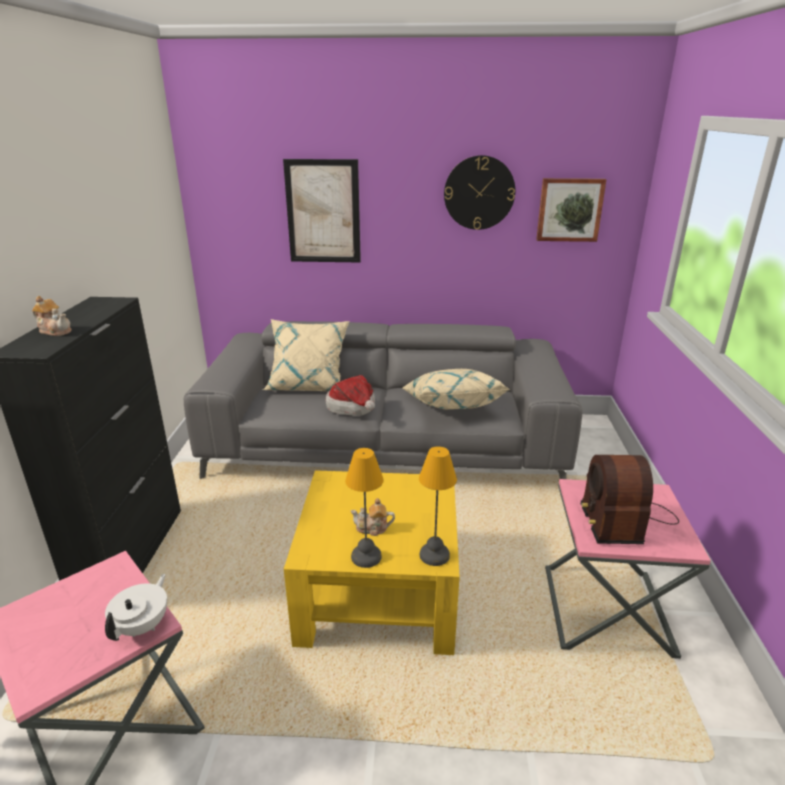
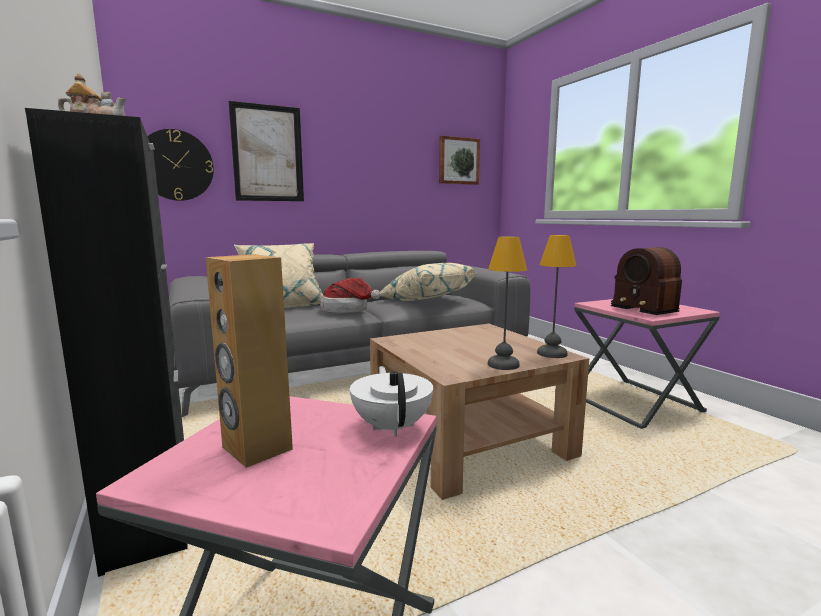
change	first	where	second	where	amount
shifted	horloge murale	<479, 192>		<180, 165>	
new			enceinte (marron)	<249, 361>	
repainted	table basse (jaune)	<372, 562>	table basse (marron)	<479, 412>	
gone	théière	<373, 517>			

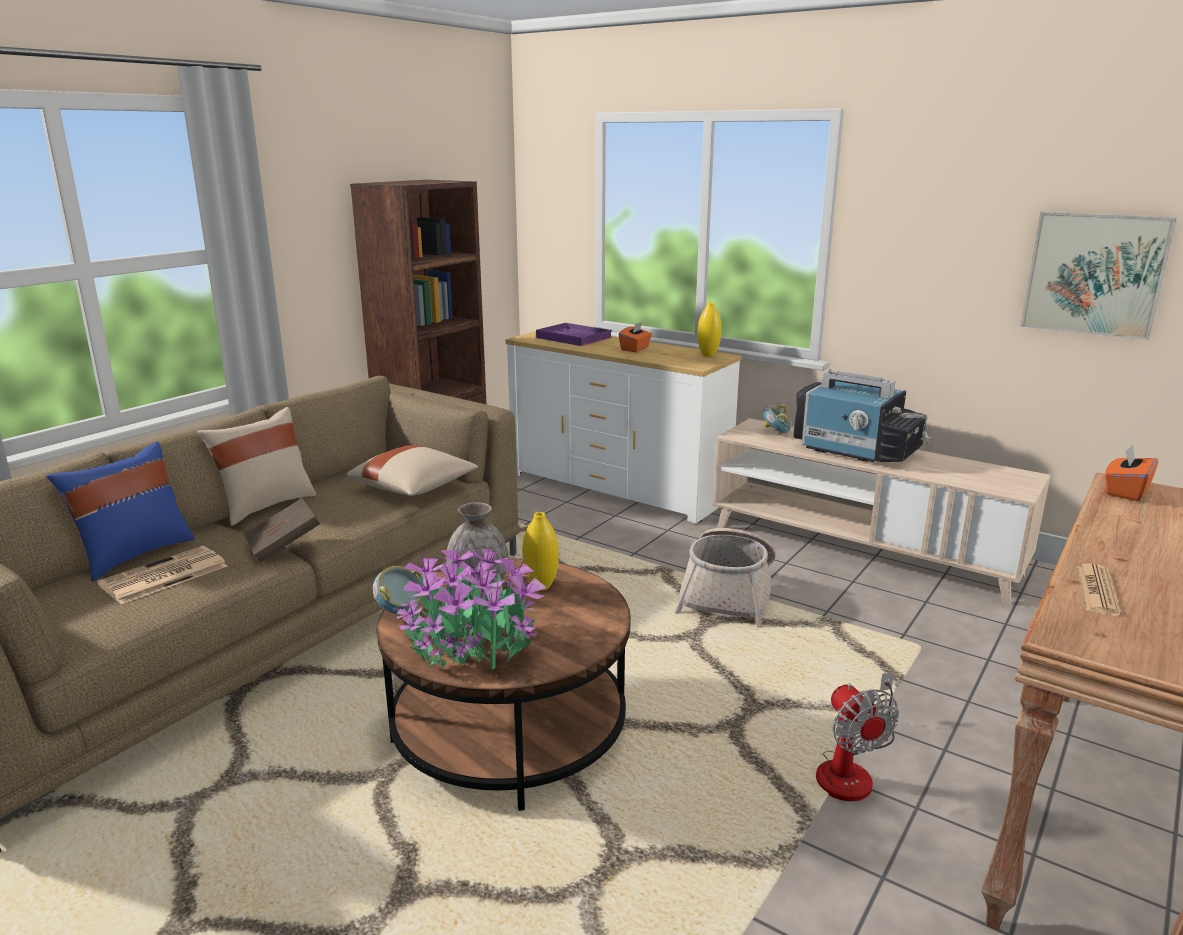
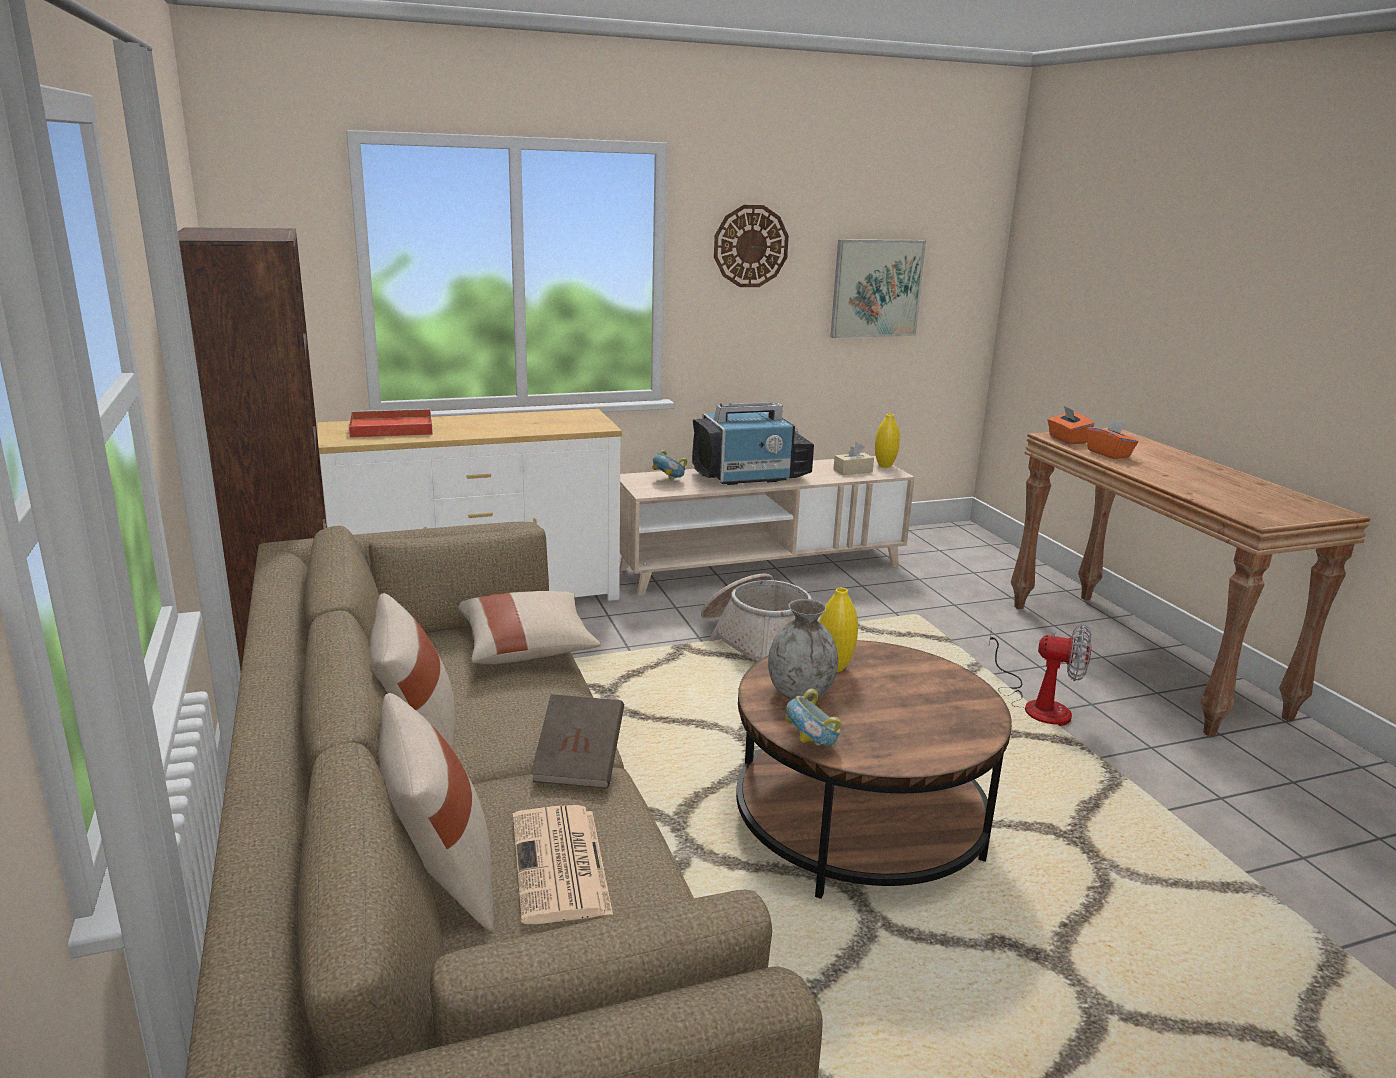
change	first	where	second	where	amount
repainted	plateau (violet)	<574, 334>	plateau (rouge)	<391, 423>	
repainted	coussin (bleu)	<120, 511>	coussin (beige)	<436, 812>	
new			horloge murale	<751, 246>	
new			boîte à mouchoirs (beige)	<853, 458>	
shifted	vase (jaune)	<709, 329>		<887, 441>	
shifted	boîte à mouchoirs (orange)	<635, 337>		<1112, 439>	
gone	plante en pot	<471, 606>			
gone	journal	<1099, 589>			

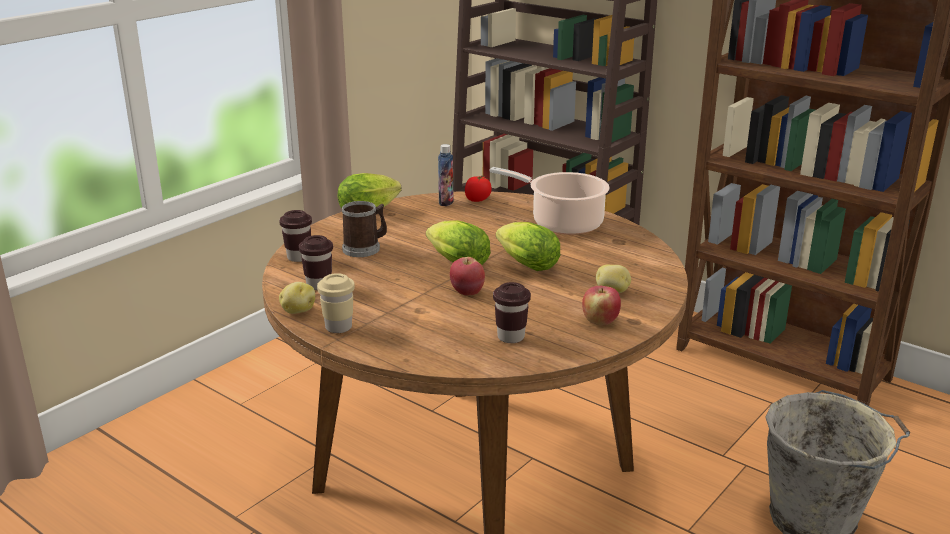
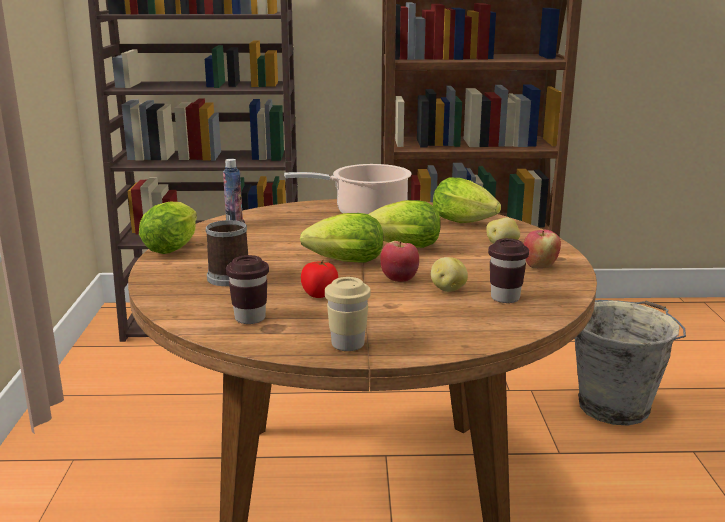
change	first	where	second	where	amount
shifted	tomate	<478, 189>		<319, 278>	
shifted	pomme de terre	<297, 298>		<449, 274>	
new			laitue	<467, 200>	
gone	tasse (marron)	<295, 236>			

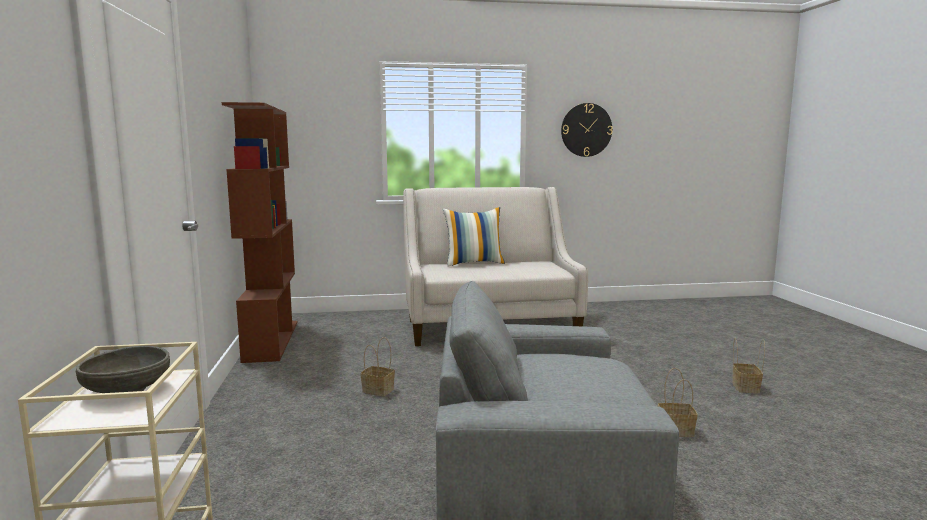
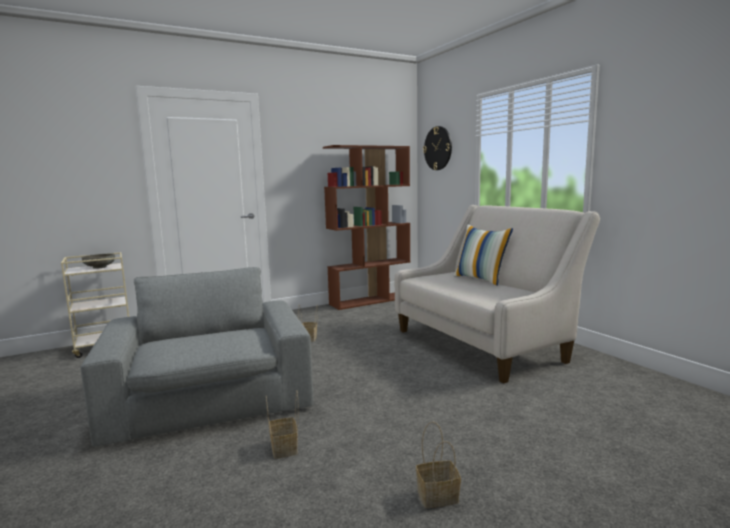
change	first	where	second	where	amount
shifted	horloge murale	<587, 130>		<437, 148>	

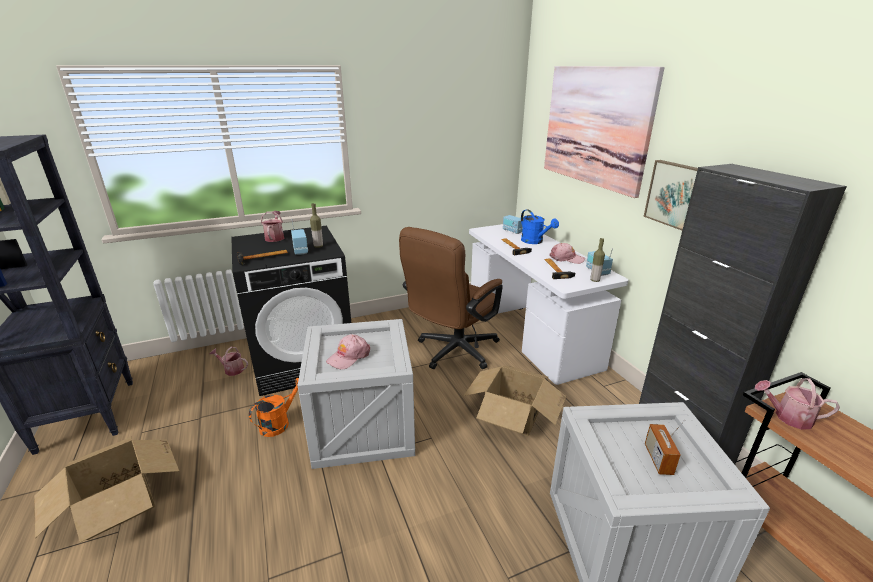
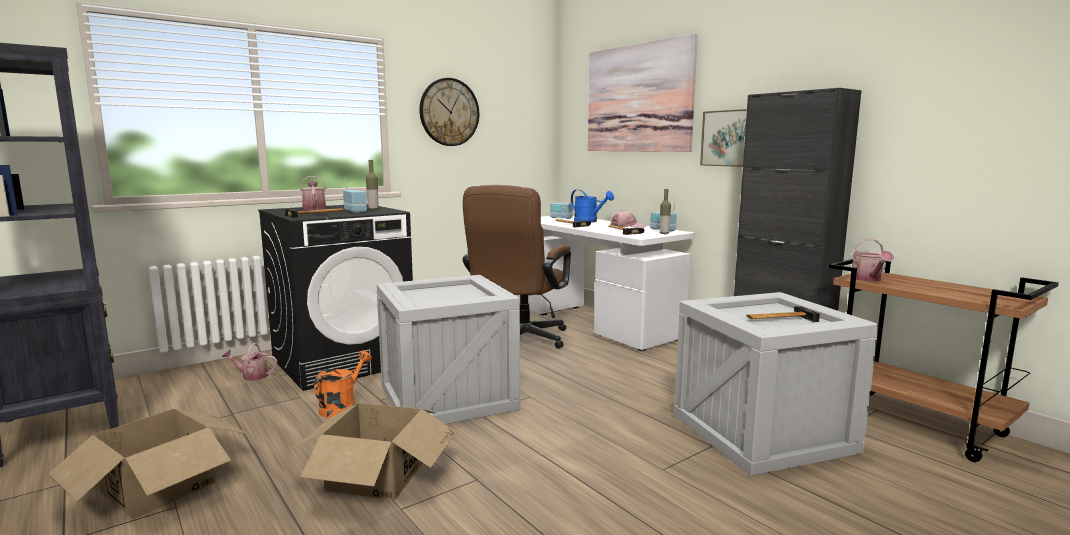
change	first	where	second	where	amount
shifted	carton	<514, 401>		<372, 451>	
new			horloge murale	<449, 112>	
swapped	radio	<665, 447>	marteau	<783, 314>	
rotated	arrosoir	<797, 403>		<872, 260>	90 degrees counterclockwise
gone	casquette (rose)	<348, 351>			

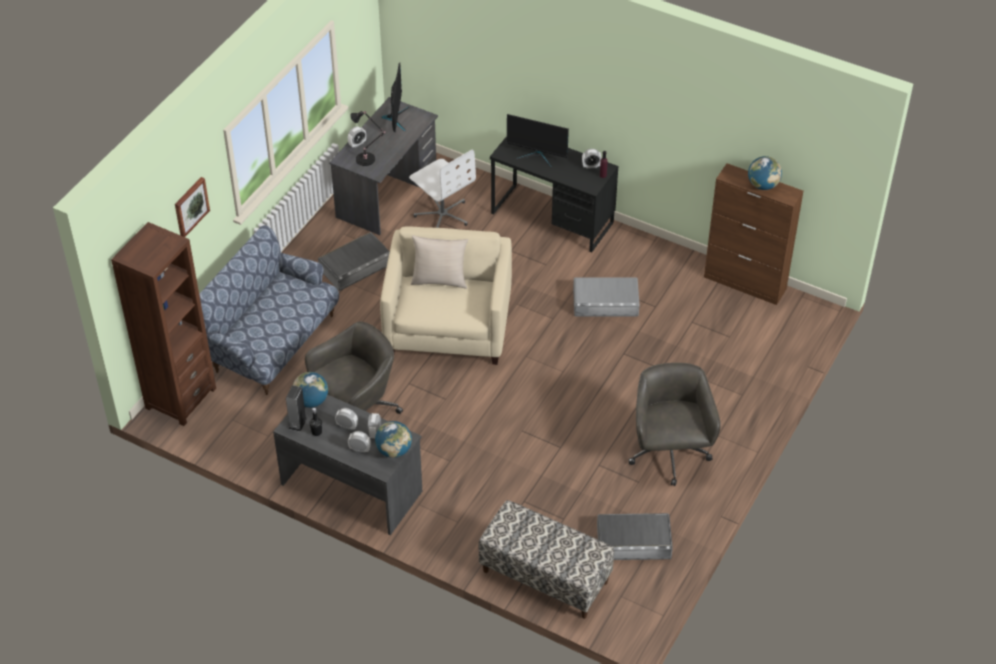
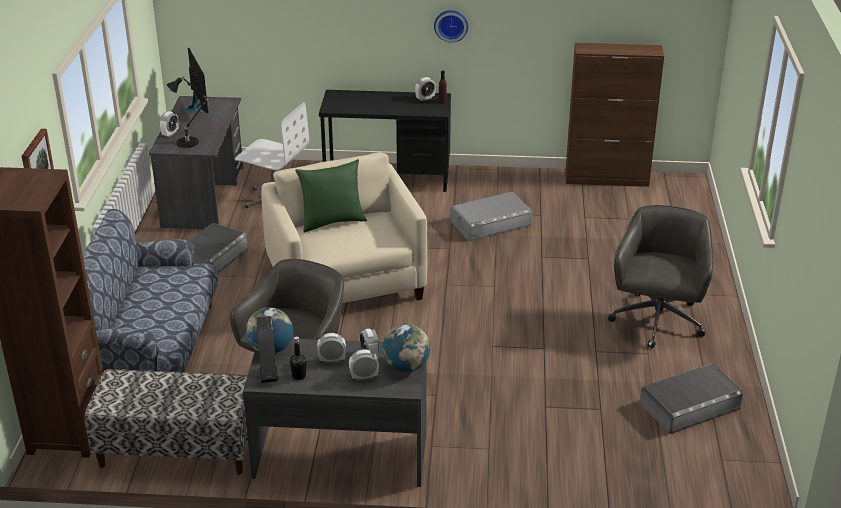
change	first	where	second	where	amount
shifted	banc	<546, 559>		<166, 422>	
repainted	coussin (beige)	<439, 262>	coussin (vert)	<331, 196>	
new			horloge murale	<451, 26>	
rotated	chaise de bureau (gris)	<675, 424>		<661, 276>	45 degrees clockwise
gone	écran d'ordinateur	<538, 141>			
gone	globe	<765, 173>			

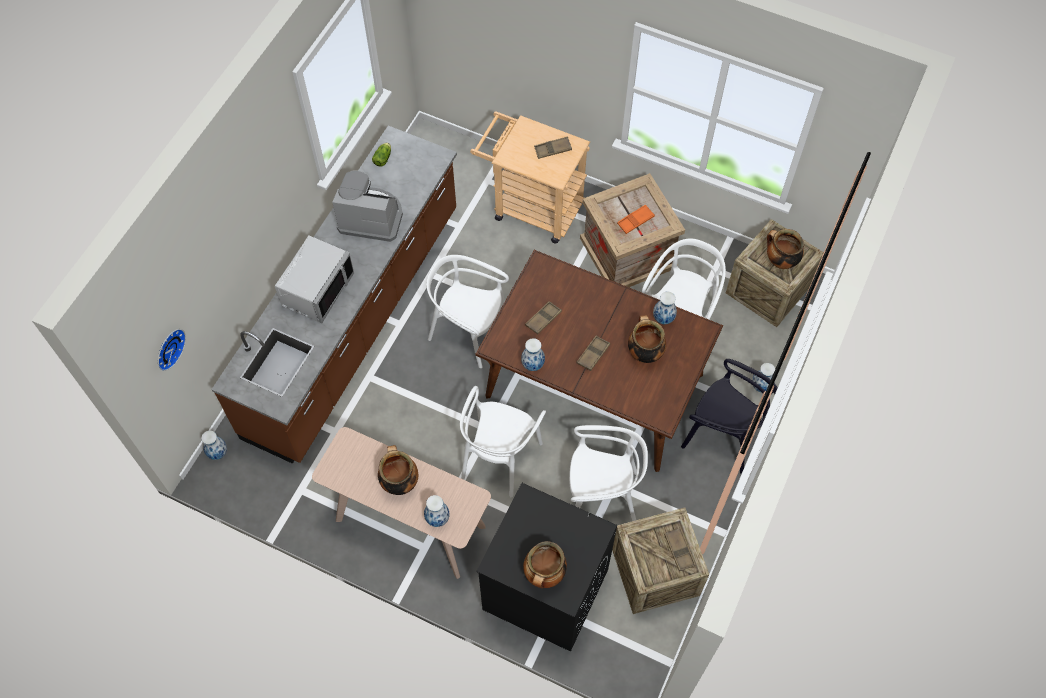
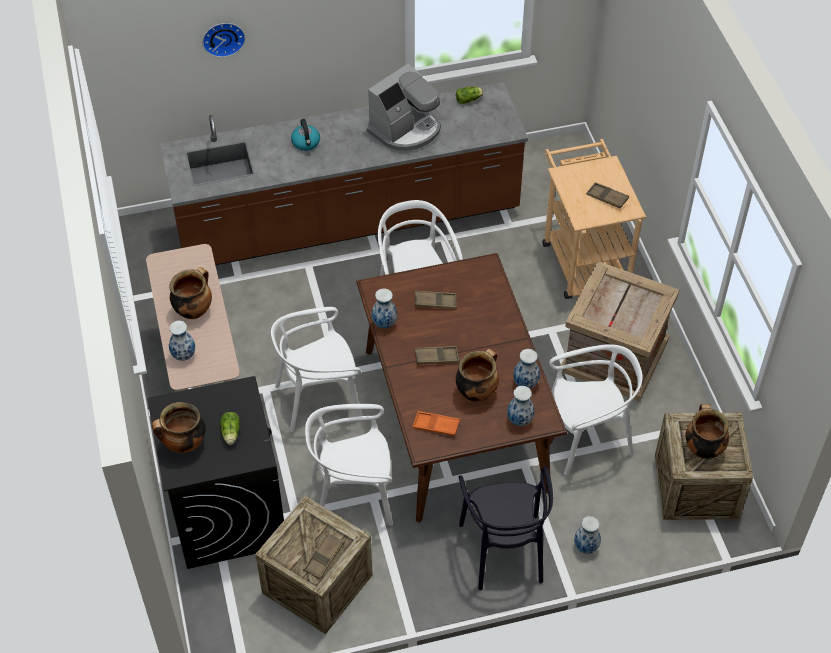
change	first	where	second	where	amount
shifted	horloge murale	<172, 350>		<224, 40>	
new			laitue	<230, 428>	
swapped	micro-ondes (gris)	<314, 279>	bouilloire	<305, 135>	
rotated	chaise (blanc)	<608, 473>		<349, 465>	120 degrees clockwise
rotated	machine à café	<367, 206>		<404, 107>	75 degrees clockwise
shifted	plateau (orange)	<636, 219>		<436, 423>	
shifted	vase	<214, 445>		<520, 406>	

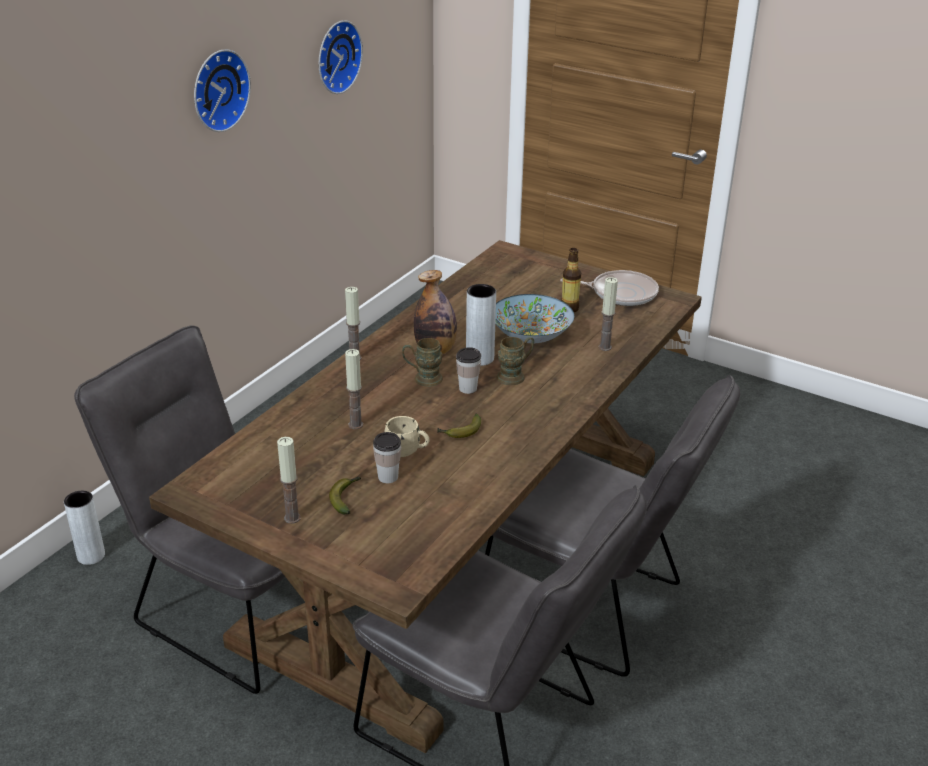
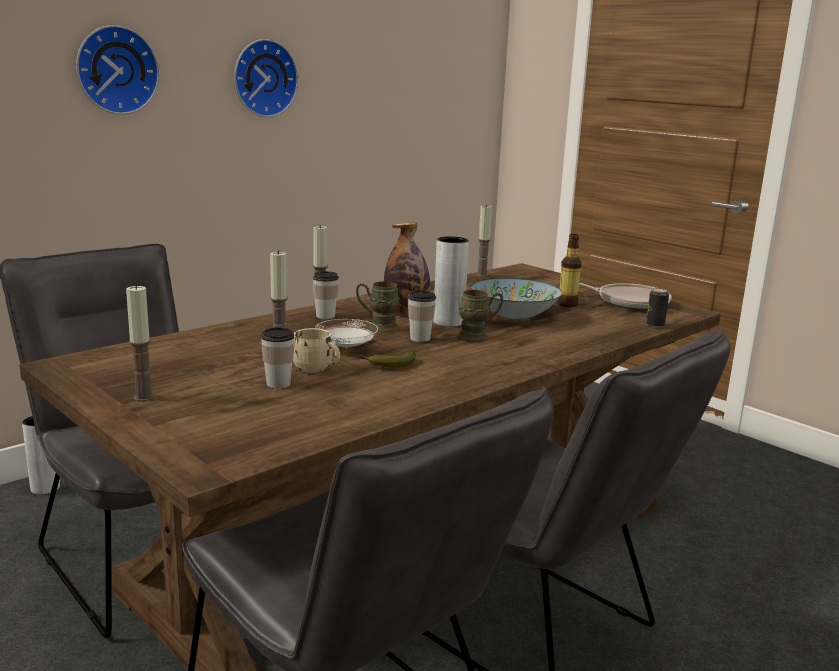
change	first	where	second	where	amount
shifted	horloge murale	<341, 57>		<117, 70>	
new			tasse	<326, 295>	
new			assiette (blanc)	<346, 333>	
shifted	bougie	<608, 314>		<484, 240>	
new			boîte métallique	<657, 308>	
gone	banane	<345, 496>			

